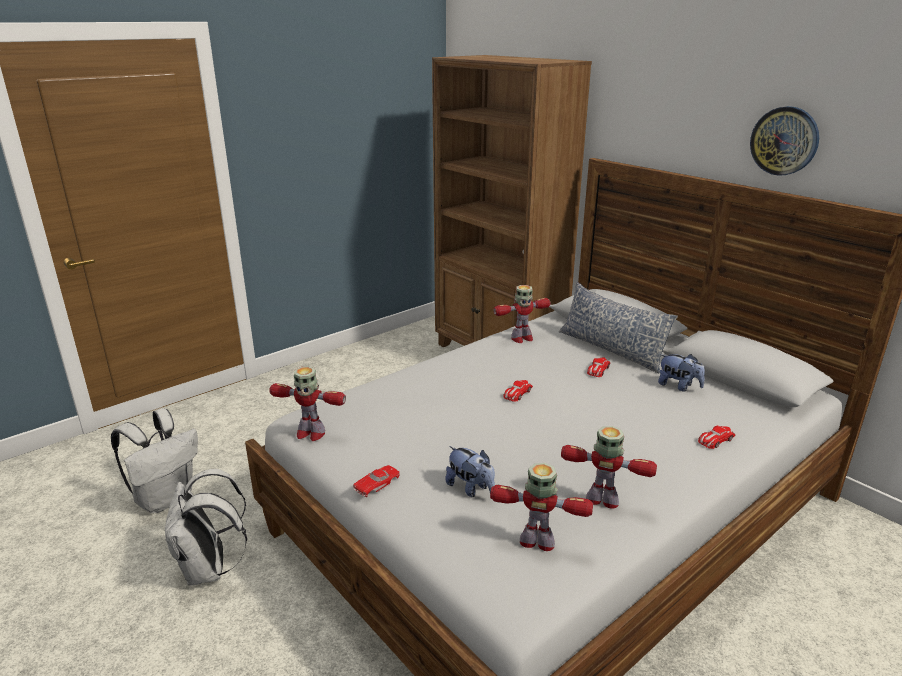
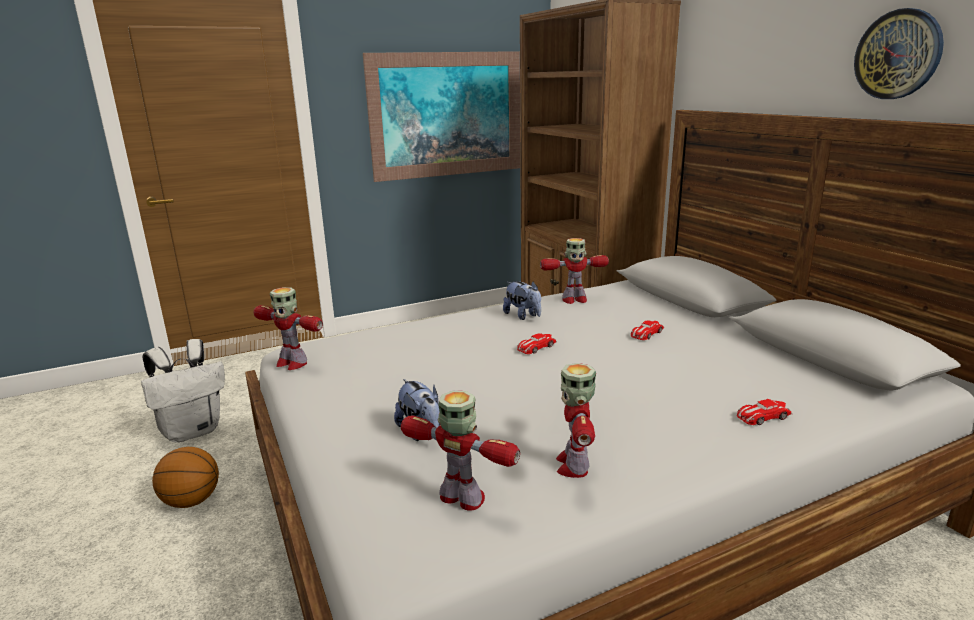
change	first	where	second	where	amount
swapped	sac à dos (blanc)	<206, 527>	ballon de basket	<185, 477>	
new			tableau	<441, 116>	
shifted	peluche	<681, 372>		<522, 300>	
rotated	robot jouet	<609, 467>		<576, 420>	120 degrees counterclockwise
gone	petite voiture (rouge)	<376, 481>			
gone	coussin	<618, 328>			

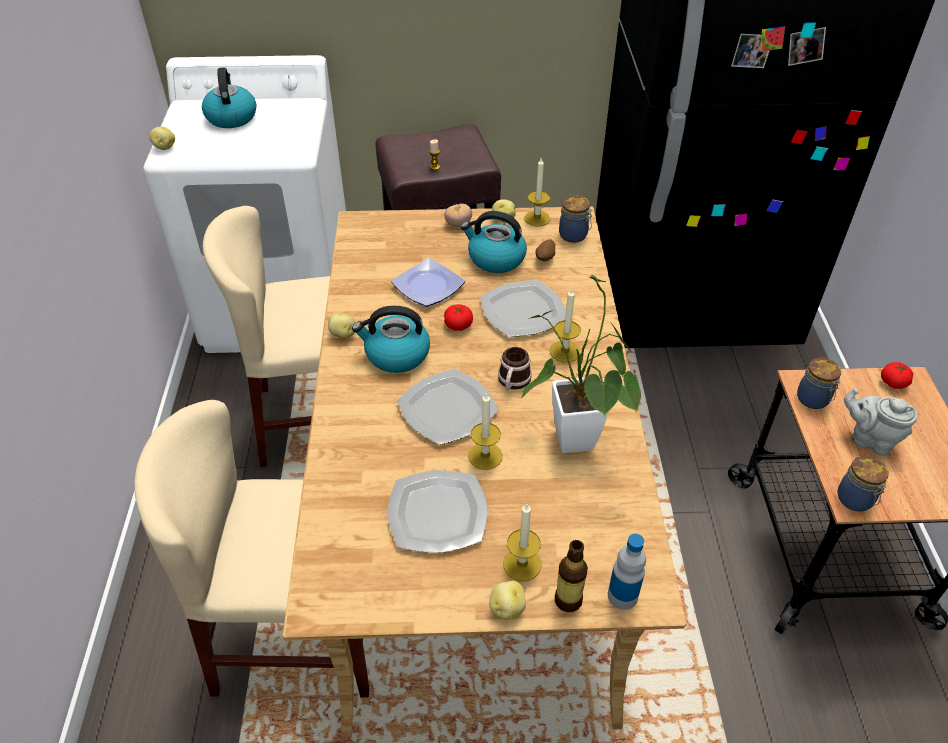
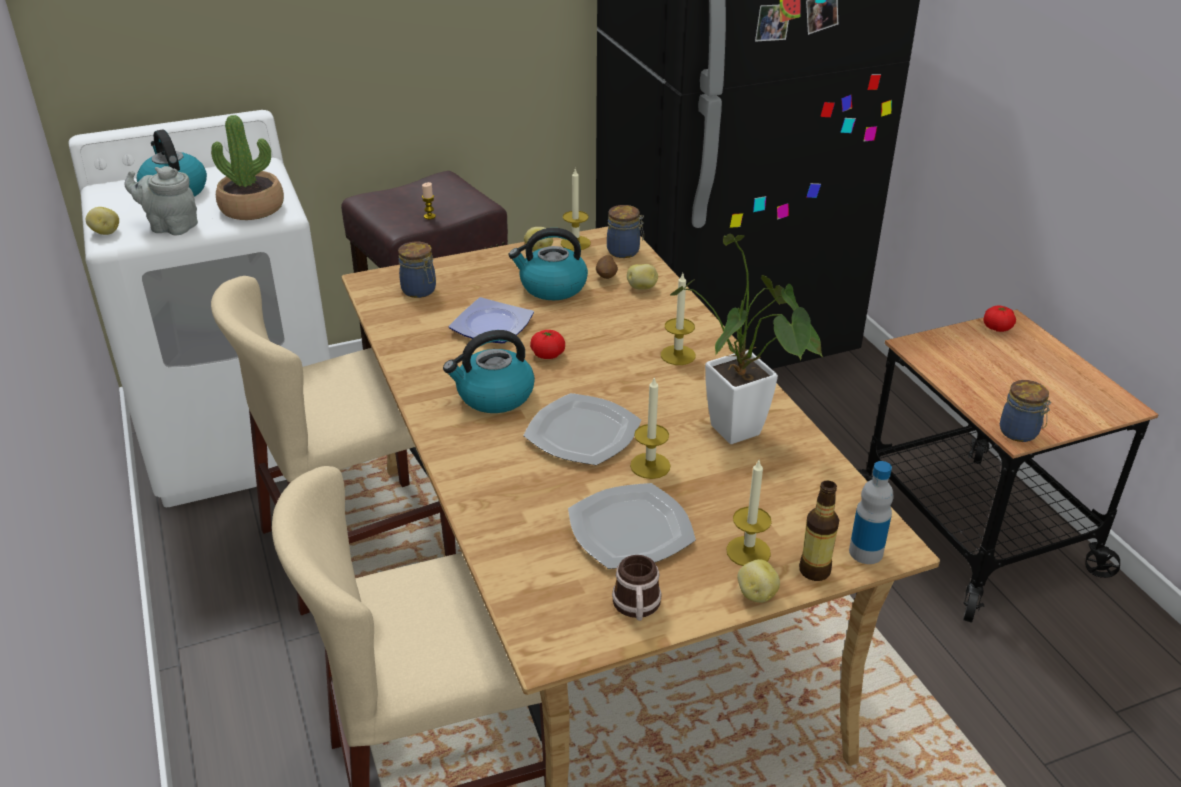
change	first	where	second	where	amount
shifted	théière (gris)	<881, 422>		<161, 200>	
new			plante en pot	<247, 167>	
shifted	bocal	<819, 383>		<417, 270>	
shifted	mug	<515, 369>		<637, 588>	
shifted	pomme de terre	<342, 325>		<642, 276>	
gone	tomate	<458, 215>			
gone	assiette	<523, 308>			

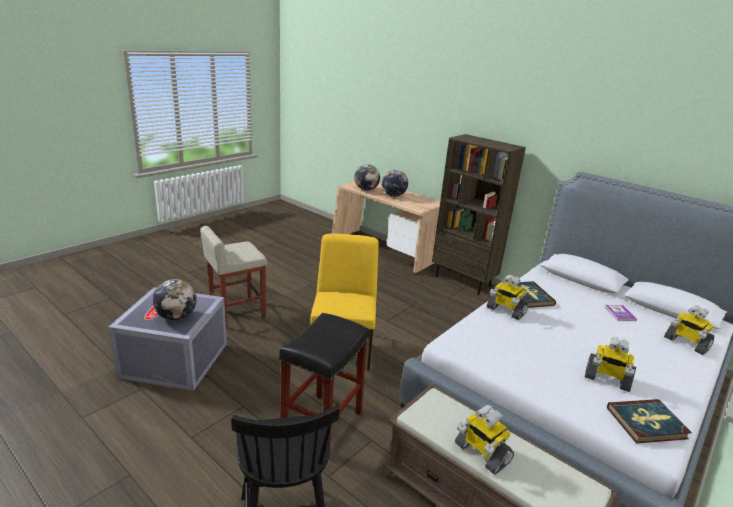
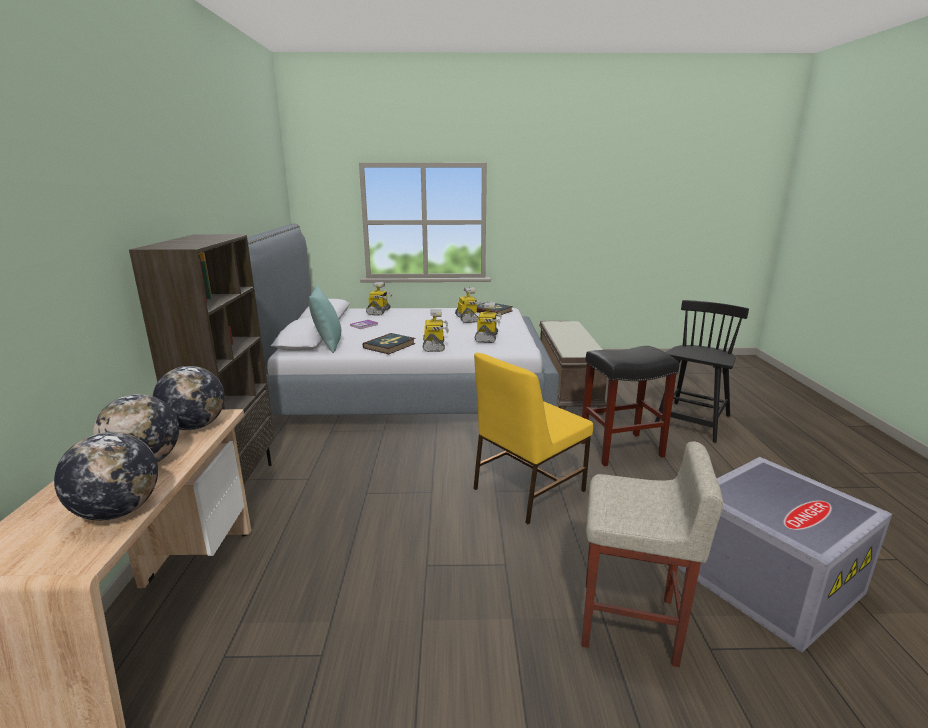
change	first	where	second	where	amount
shifted	globe	<175, 300>		<189, 398>	
new			coussin (turquoise)	<325, 319>	
shifted	robot jouet	<484, 440>		<488, 322>	

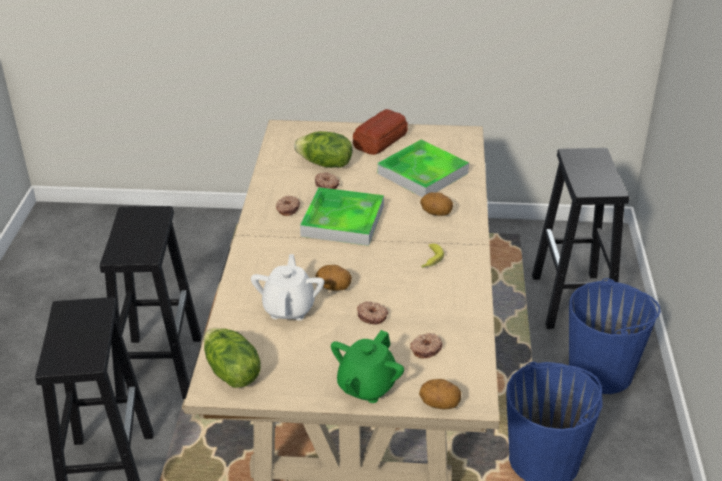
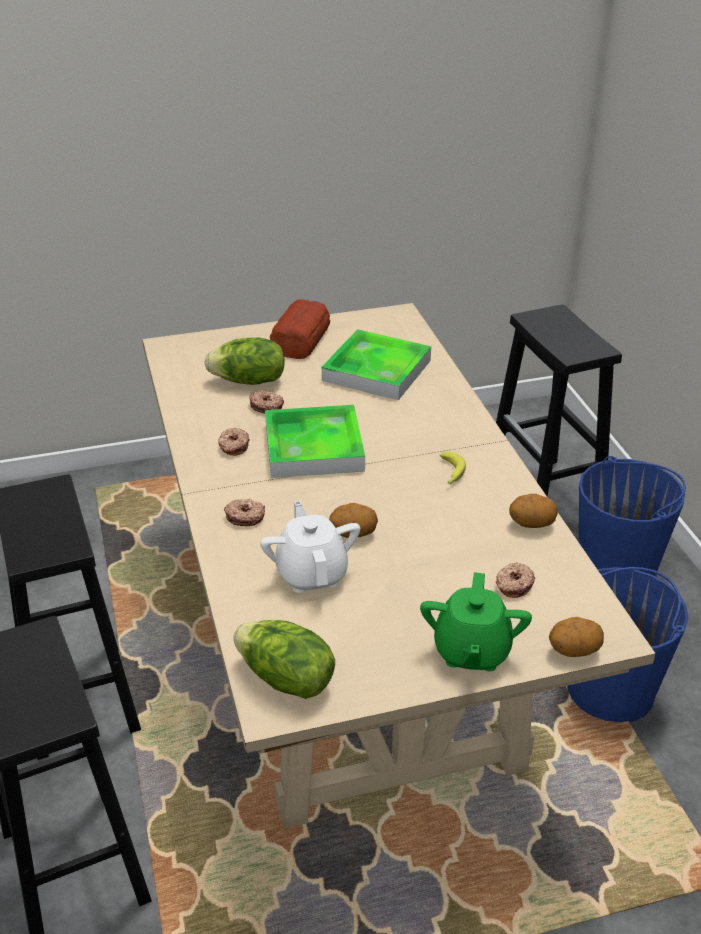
change	first	where	second	where	amount
shifted	beignet	<372, 312>		<244, 512>	
shifted	pomme de terre	<436, 204>		<533, 511>	

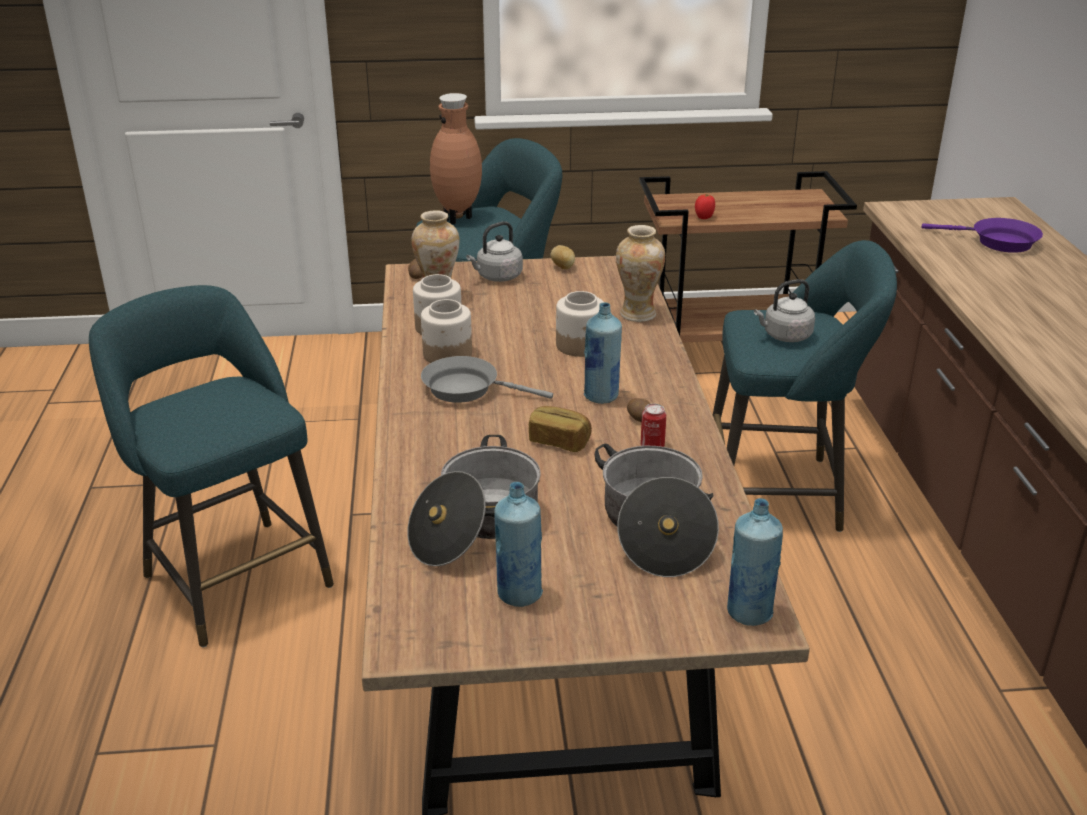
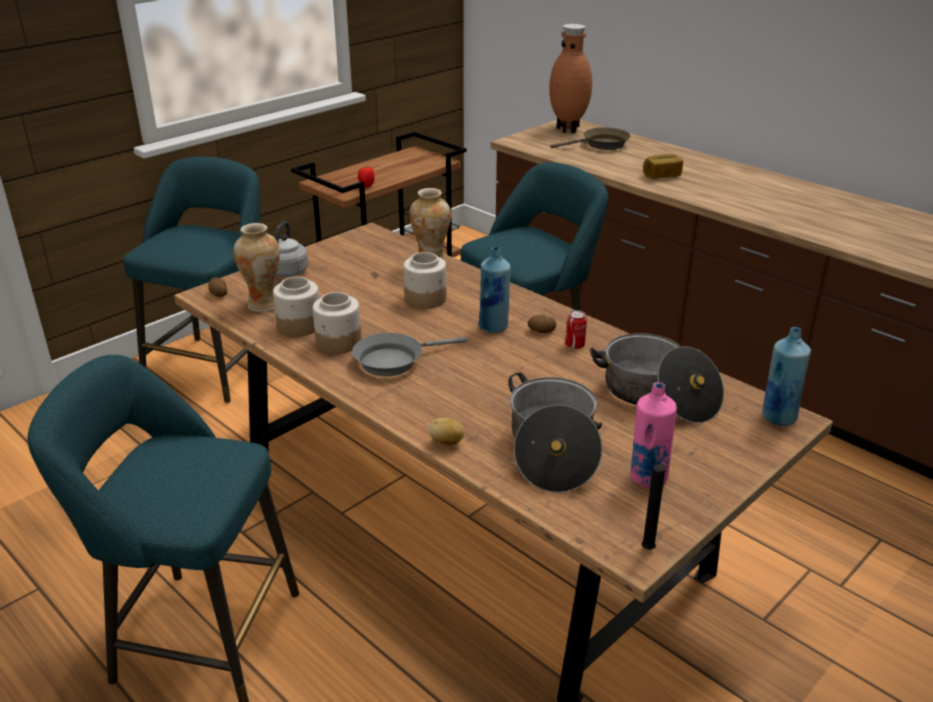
change	first	where	second	where	amount
shifted	pomme de terre	<562, 257>		<446, 431>	
shifted	vase (marron)	<456, 158>		<570, 78>	
repainted	poêle (violet)	<982, 235>	poêle (marron)	<590, 138>	
repainted	bouteille (bleu)	<518, 544>	bouteille (rose)	<654, 435>	
new			bougie (noir)	<655, 506>	
shifted	pain	<560, 429>		<663, 166>	
gone	bouilloire (gris)	<784, 310>			

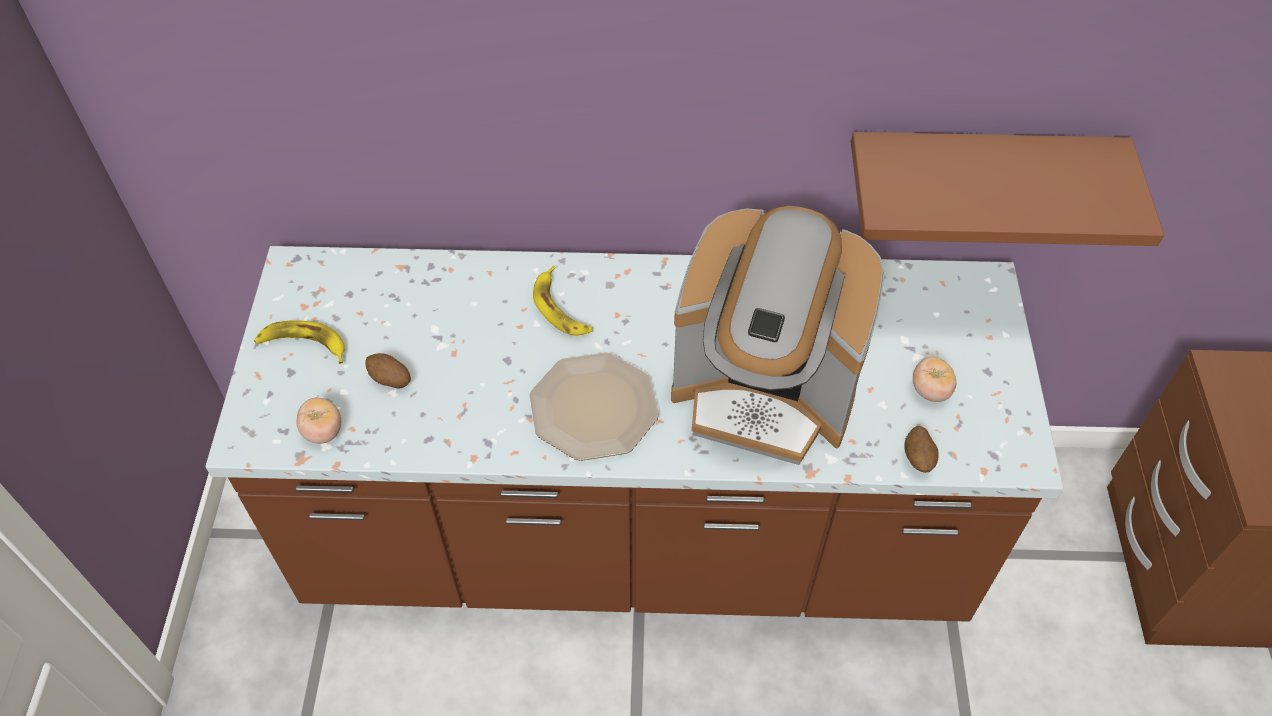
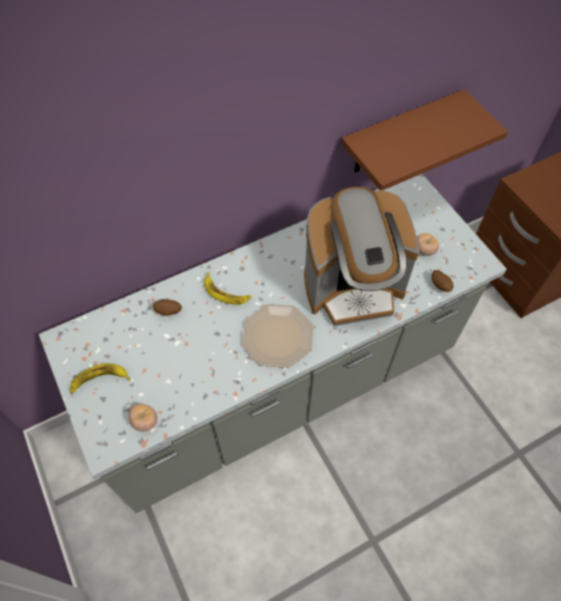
change	first	where	second	where	amount
repainted	comptoir de cuisine (marron)	<634, 434>	comptoir de cuisine (gris)	<273, 343>	
shifted	pomme de terre	<388, 371>		<167, 307>	

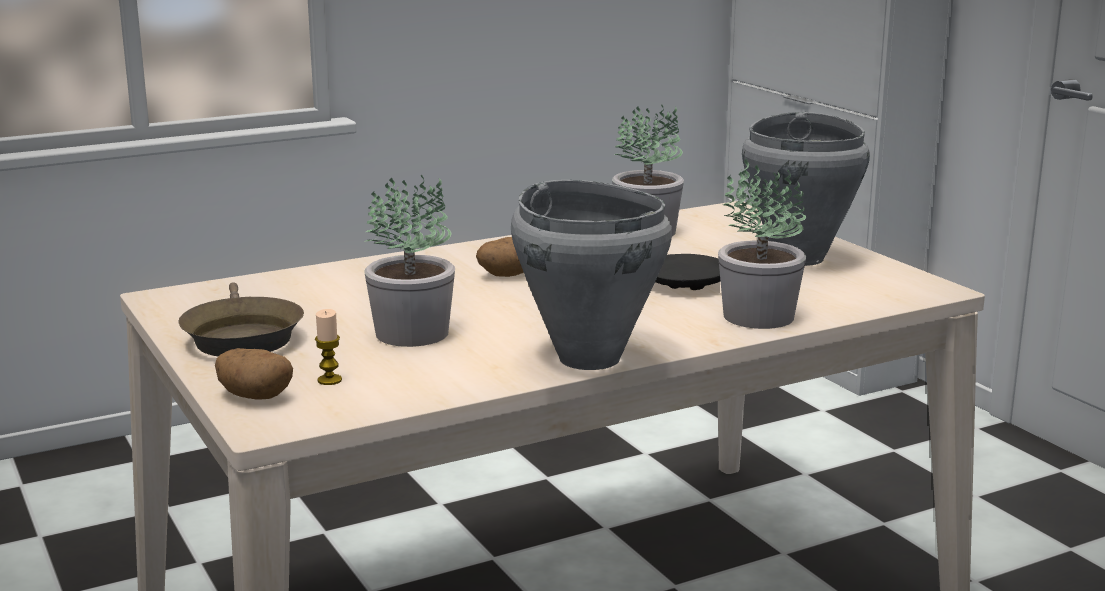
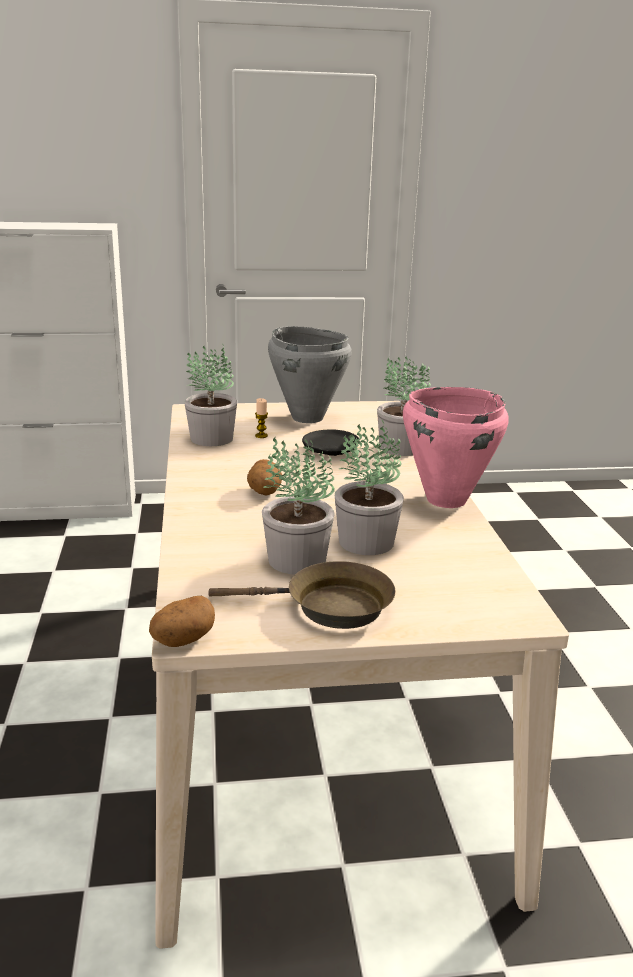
change	first	where	second	where	amount
shifted	pomme de terre	<254, 374>		<182, 621>	
shifted	bougie	<328, 347>		<261, 418>	
new			plante en pot	<298, 506>	
repainted	marmite (gris)	<591, 275>	marmite (rose)	<455, 447>	

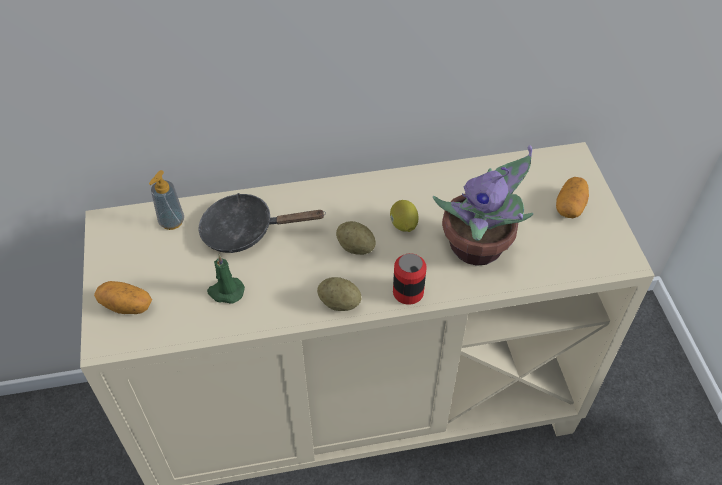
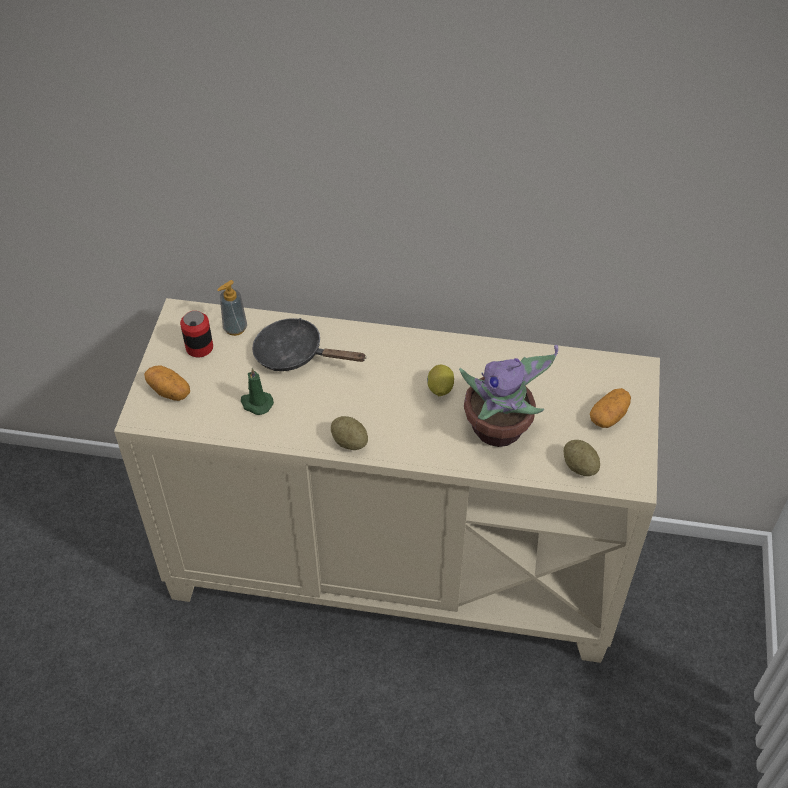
change	first	where	second	where	amount
shifted	boîte métallique	<410, 279>		<196, 334>	
shifted	pomme de terre	<356, 238>		<581, 458>	

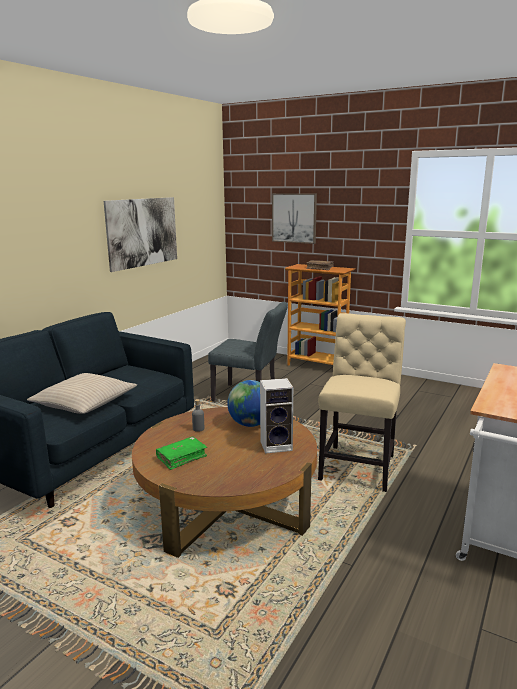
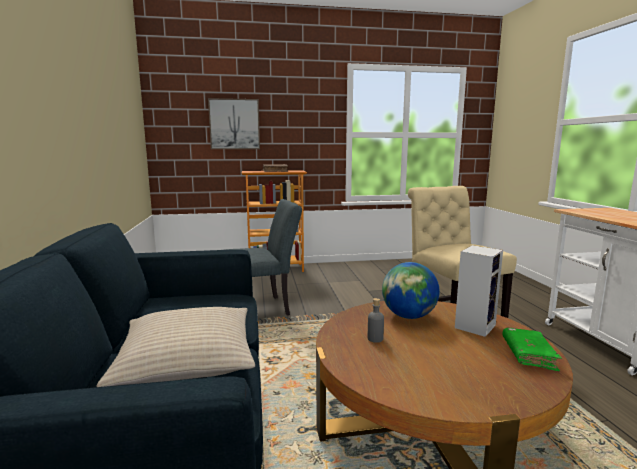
change	first	where	second	where	amount
shifted	livre (vert)	<181, 453>		<532, 349>	
gone	tableau	<140, 234>			

